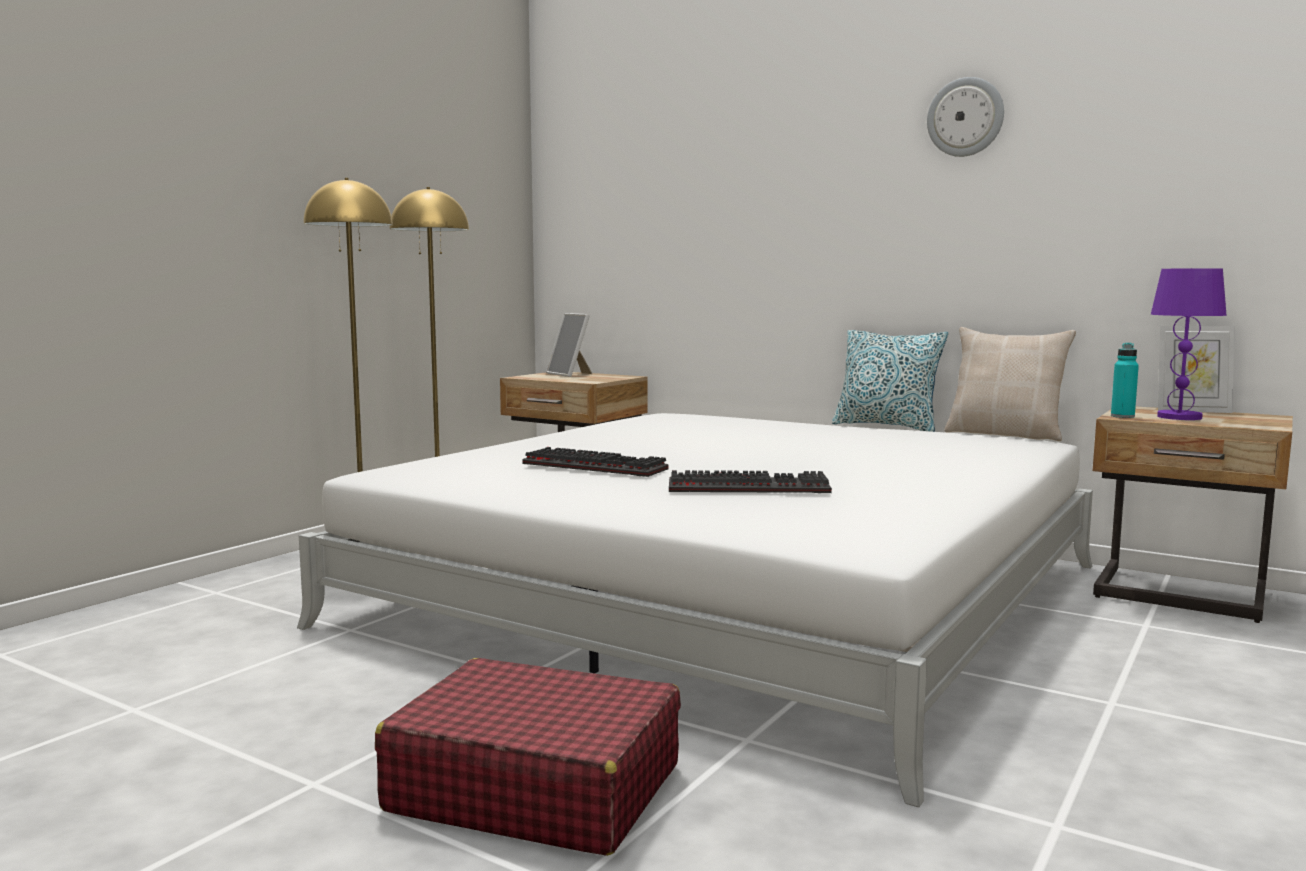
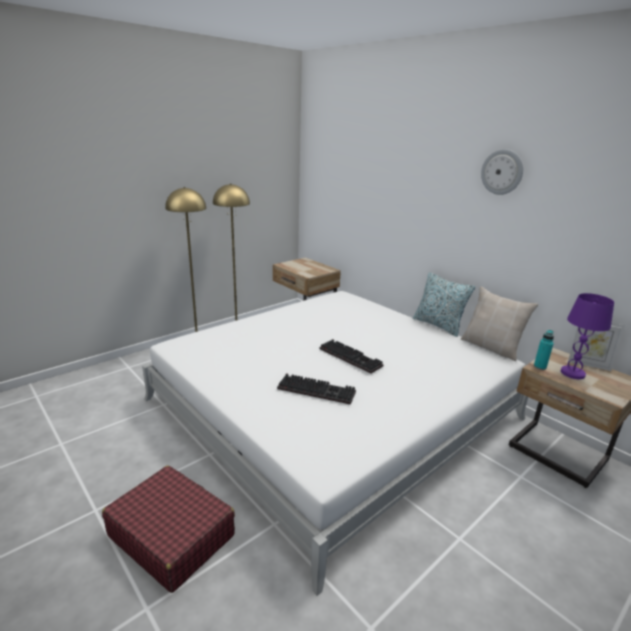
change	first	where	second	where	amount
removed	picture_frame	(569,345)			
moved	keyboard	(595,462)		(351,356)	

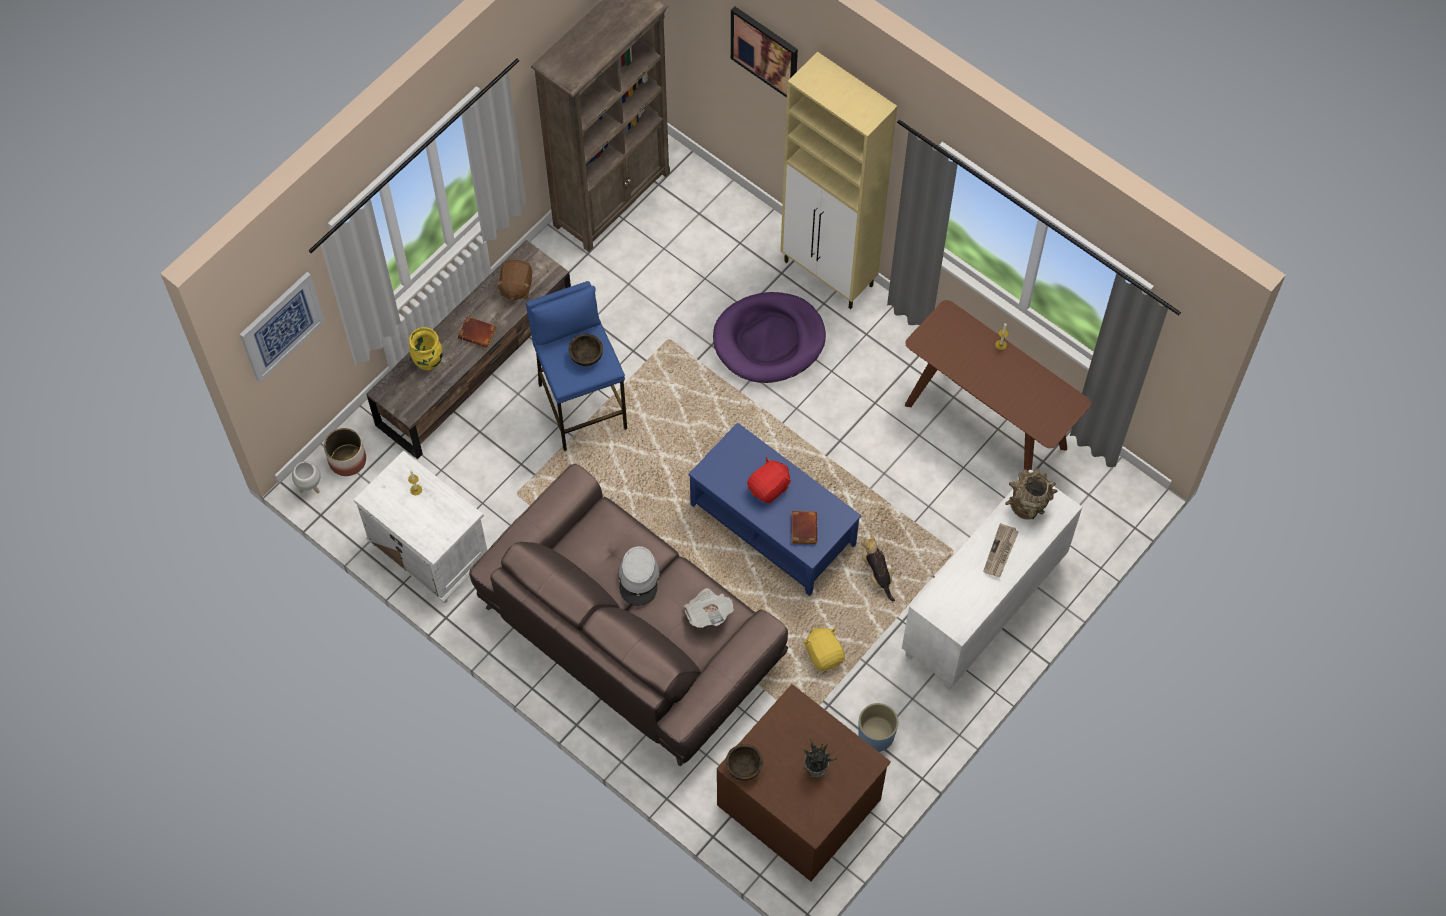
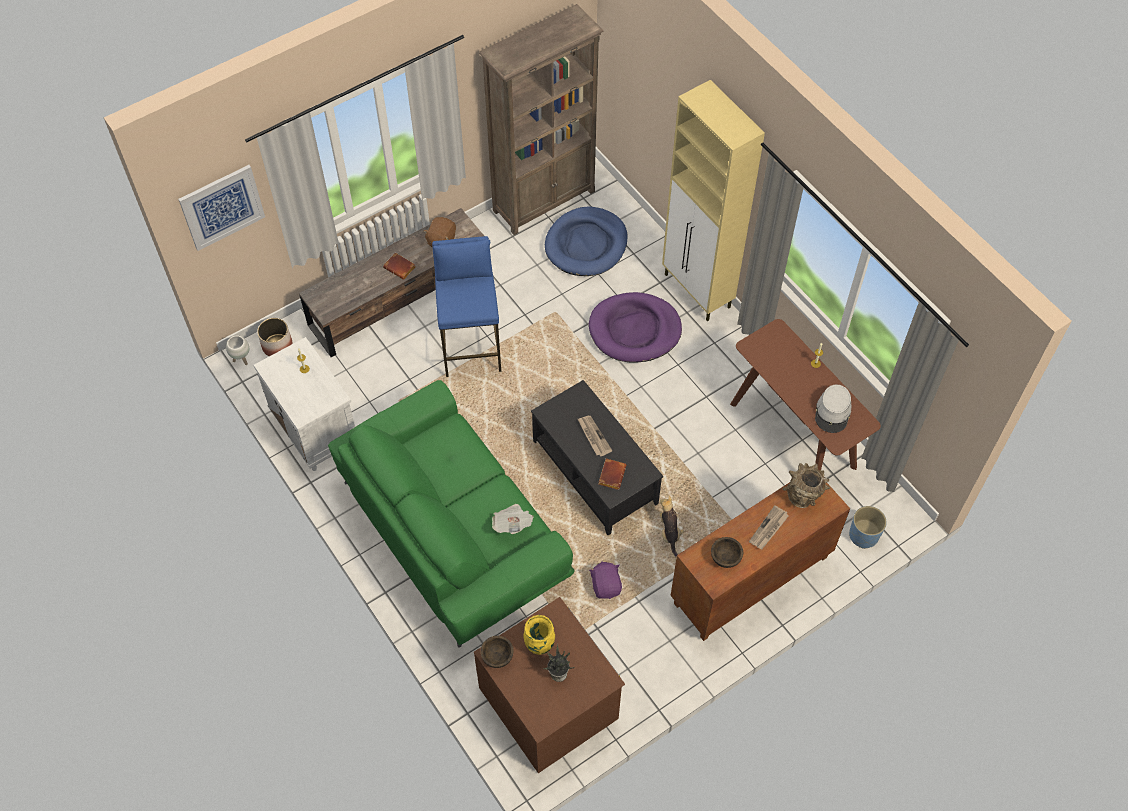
change	first	where	second	where	amount
removed	picture	(764,52)			
moved	yellow_vase	(425,348)		(539,635)	
moved	brown_bowl	(585,350)		(727,552)	
recoloured	blue_coffee_table	(774,509)	black_coffee_table	(597,457)	
replaced	red_plush_toy	(769,480)	newspaper	(595,436)	
recoloured	brown_sofa	(628,615)	green_sofa	(451,514)	
recoloured	white_cabinet	(992,579)	brown_cabinet	(760,561)	
moved	grey_hat	(639,576)		(833,409)	
recoloured	yellow_plush_toy	(824,649)	purple_plush_toy	(605,580)	
moved	blue_planter	(878,727)		(868,527)	
added			blue_dog_bed	(586,241)	

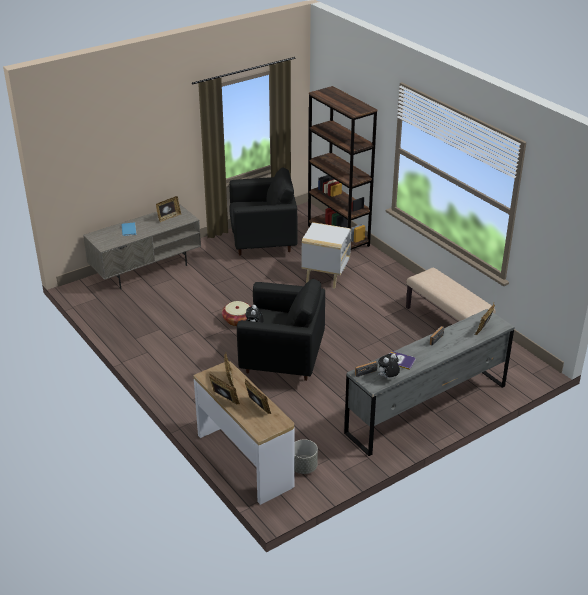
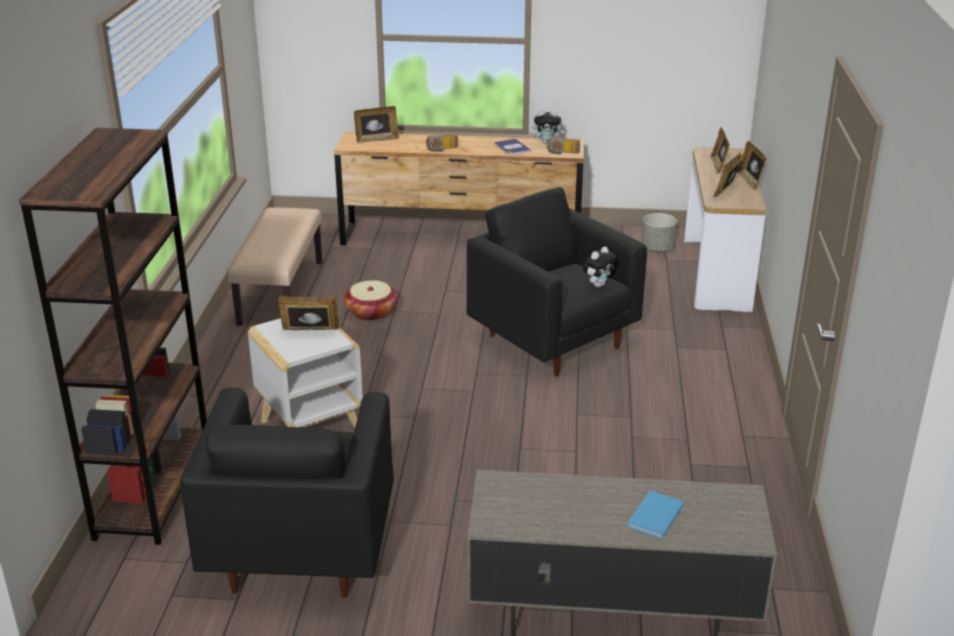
change	first	where	second	where	amount
turned	black_armchair	(263,211)		(287,492)	120 degrees counterclockwise
moved	picture_frame	(168,209)		(308,313)	
moved	basket	(236,313)		(371,300)	
recoloured	grey_dresser	(429,382)	brown_dresser	(459,189)	

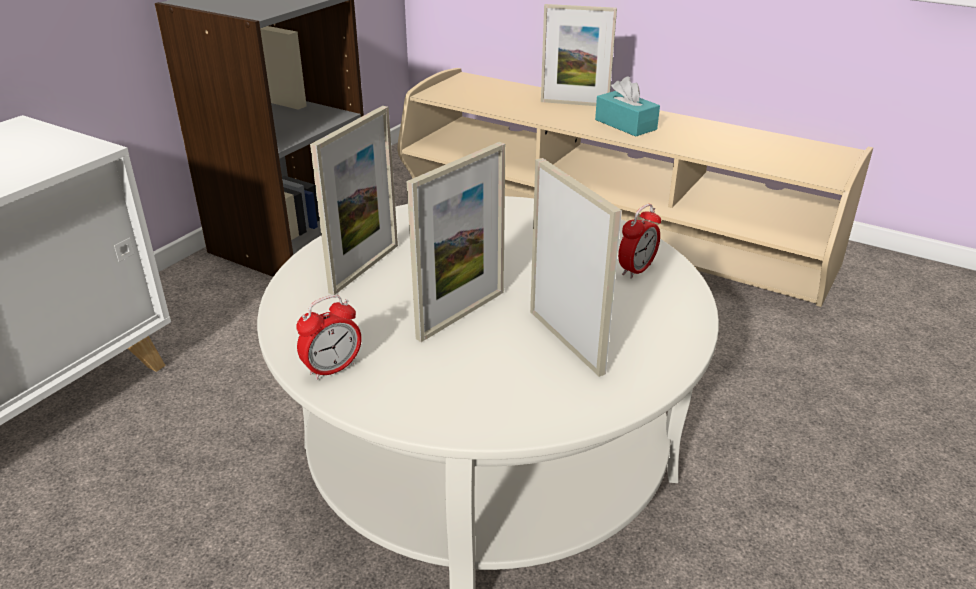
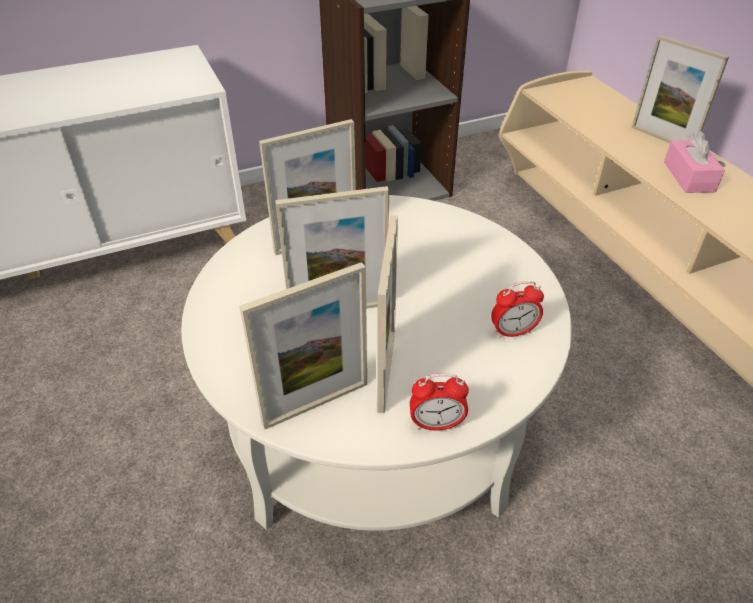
change	first	where	second	where	amount
recoloured	turquoise_tissue_box	(627,106)	pink_tissue_box	(694,162)	
moved	alarm_clock	(329,337)		(439,402)	
added			picture_frame	(303,345)	

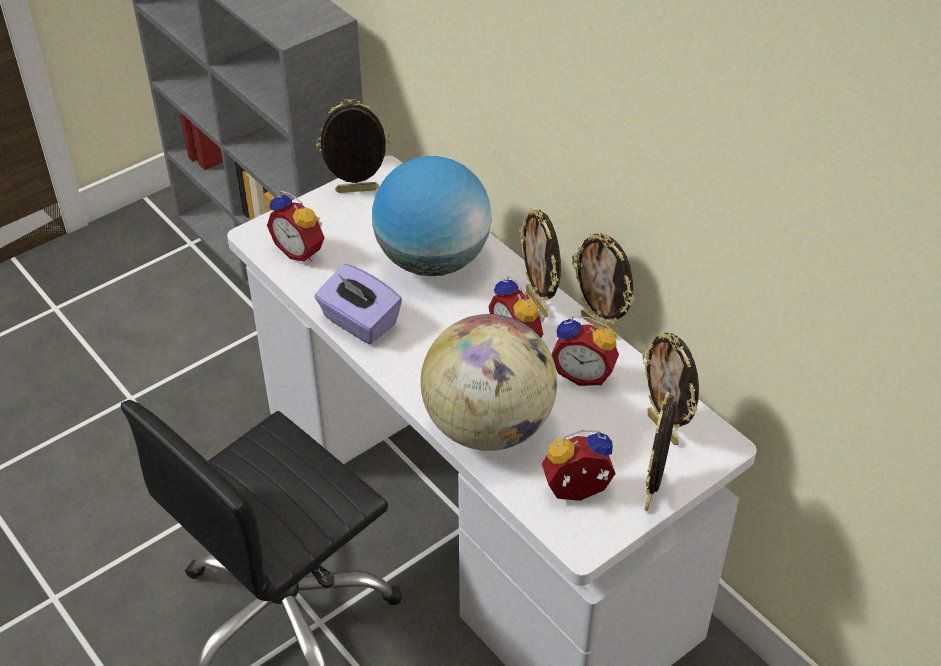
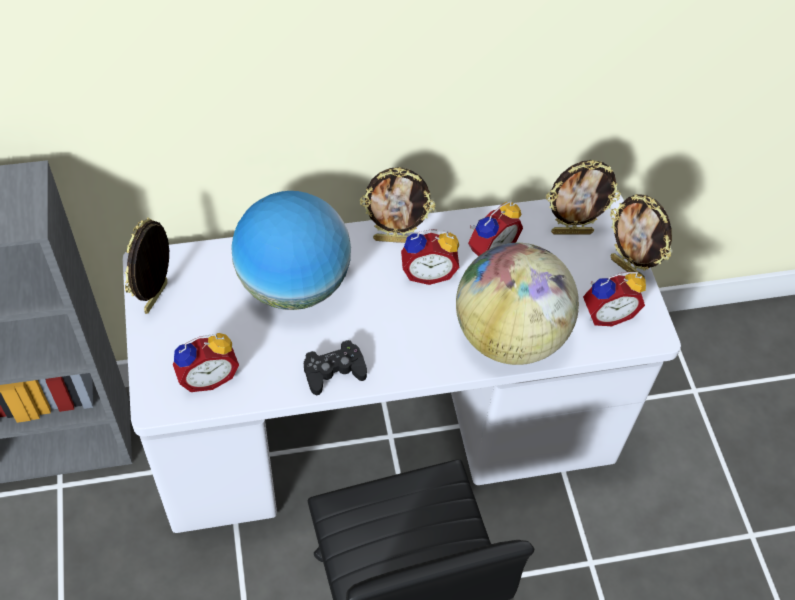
change	first	where	second	where	amount
removed	picture_frame	(603,285)			
replaced	purple_tissue_box	(358,304)	black_game_controller	(335,367)	
turned	alarm_clock	(579,465)		(614,299)	120 degrees counterclockwise

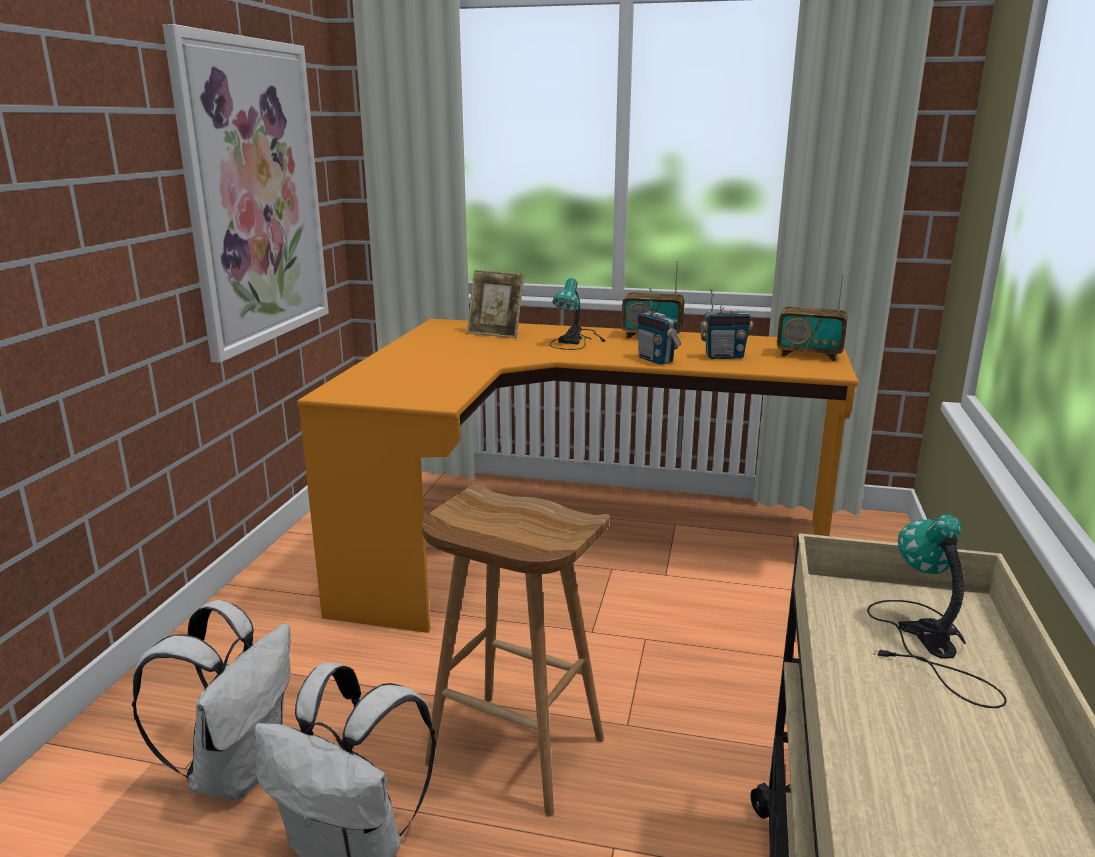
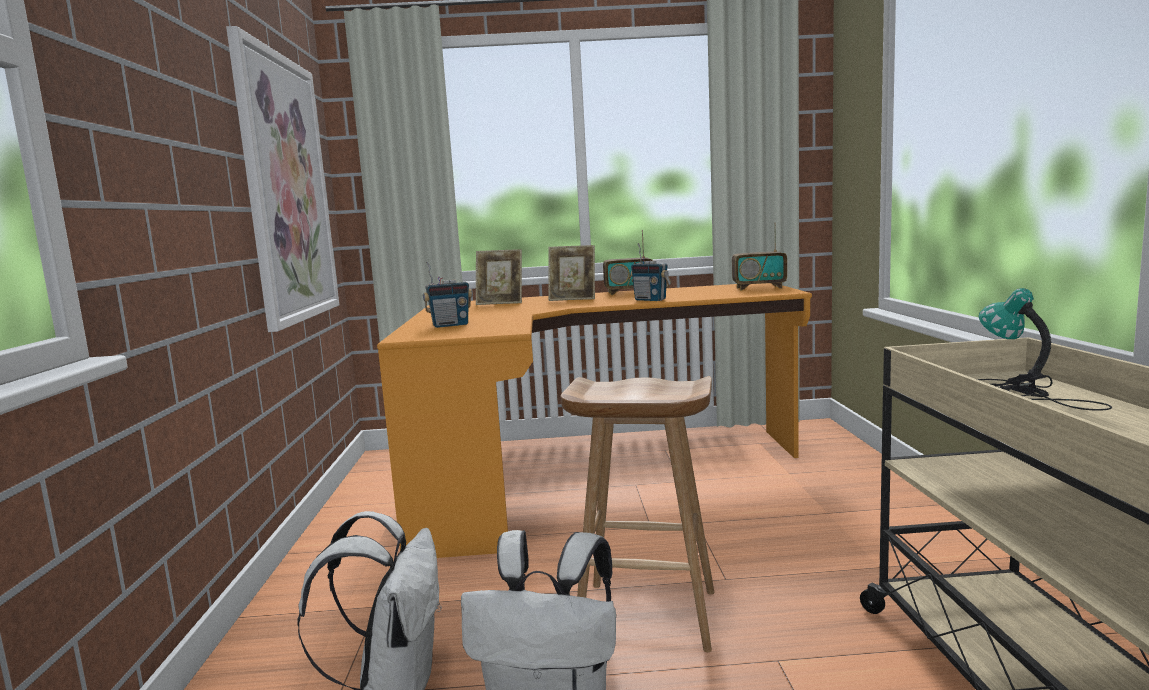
change	first	where	second	where	amount
replaced	table_lamp	(578,314)	picture_frame	(571,273)	
moved	radio	(726,324)		(448,294)	

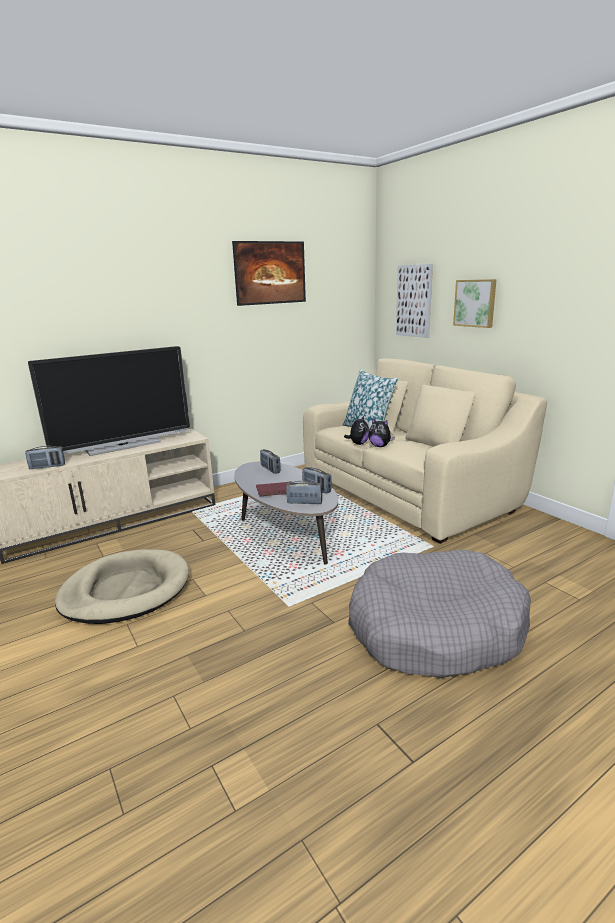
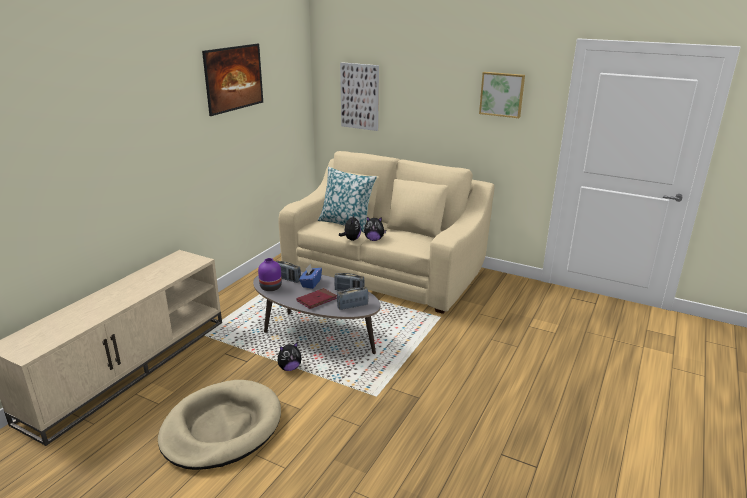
change	first	where	second	where	amount
moved	picture	(475,303)		(502,95)	
removed	television	(109,401)			
removed	radio	(45,457)			
removed	grey_dog_bed	(439,613)			
added			purple_vase	(270,274)	
added			blue_tissue_box	(310,276)	
added			plush_toy	(290,356)	

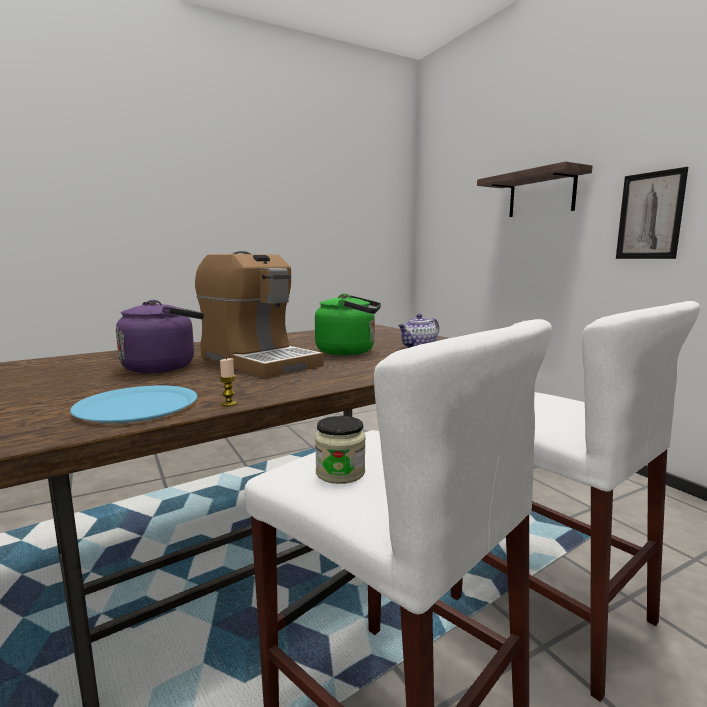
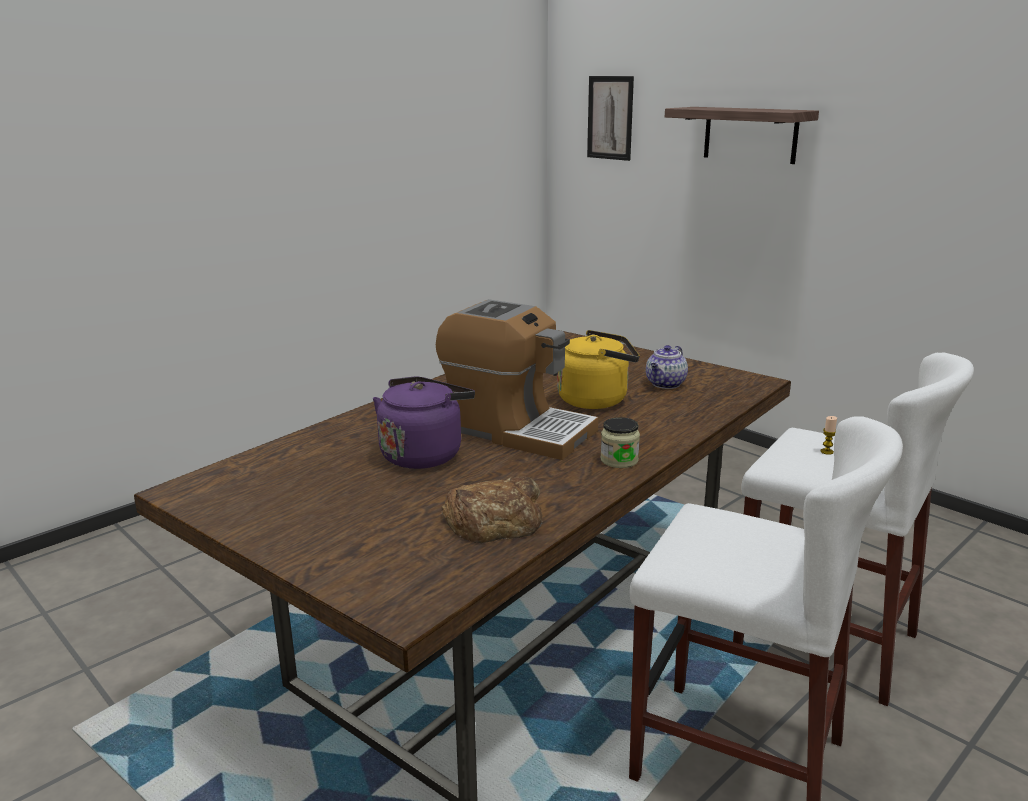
change	first	where	second	where	amount
moved	picture	(652,213)		(610,118)	
recoloured	green_kettle	(348,324)	yellow_kettle	(598,369)	
moved	candle	(228,382)		(828,435)	
replaced	blue_plate	(133,404)	bread	(492,509)	
moved	jar	(340,450)		(620,442)	

